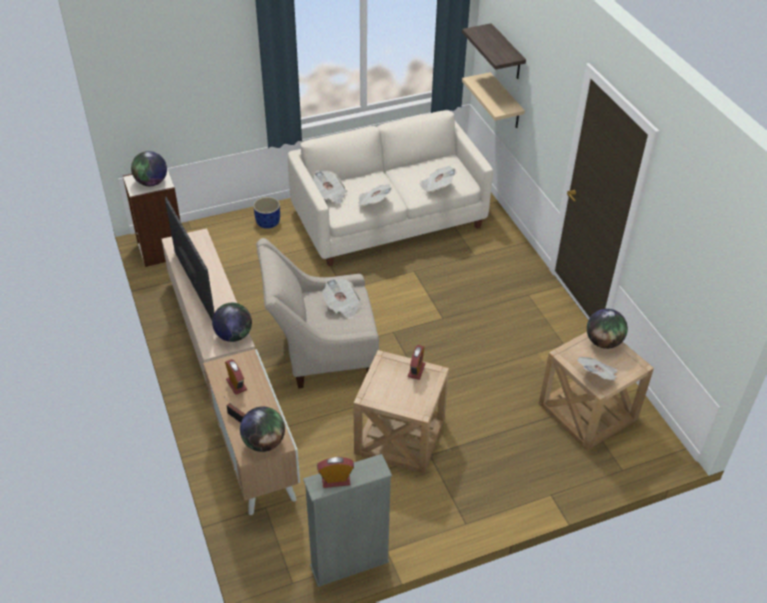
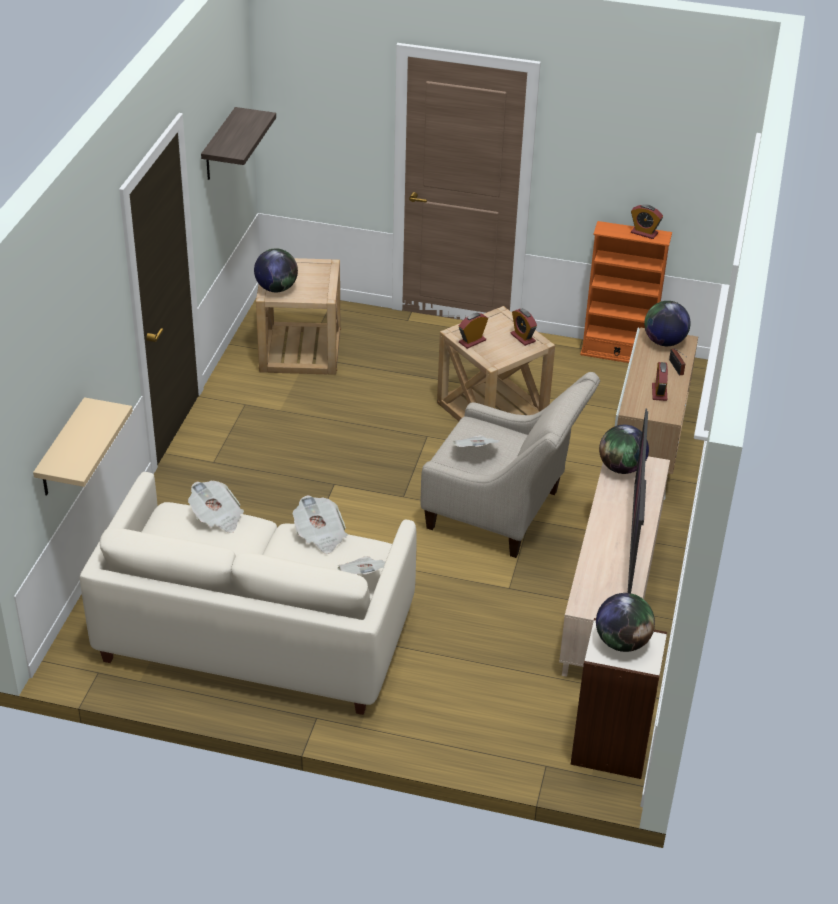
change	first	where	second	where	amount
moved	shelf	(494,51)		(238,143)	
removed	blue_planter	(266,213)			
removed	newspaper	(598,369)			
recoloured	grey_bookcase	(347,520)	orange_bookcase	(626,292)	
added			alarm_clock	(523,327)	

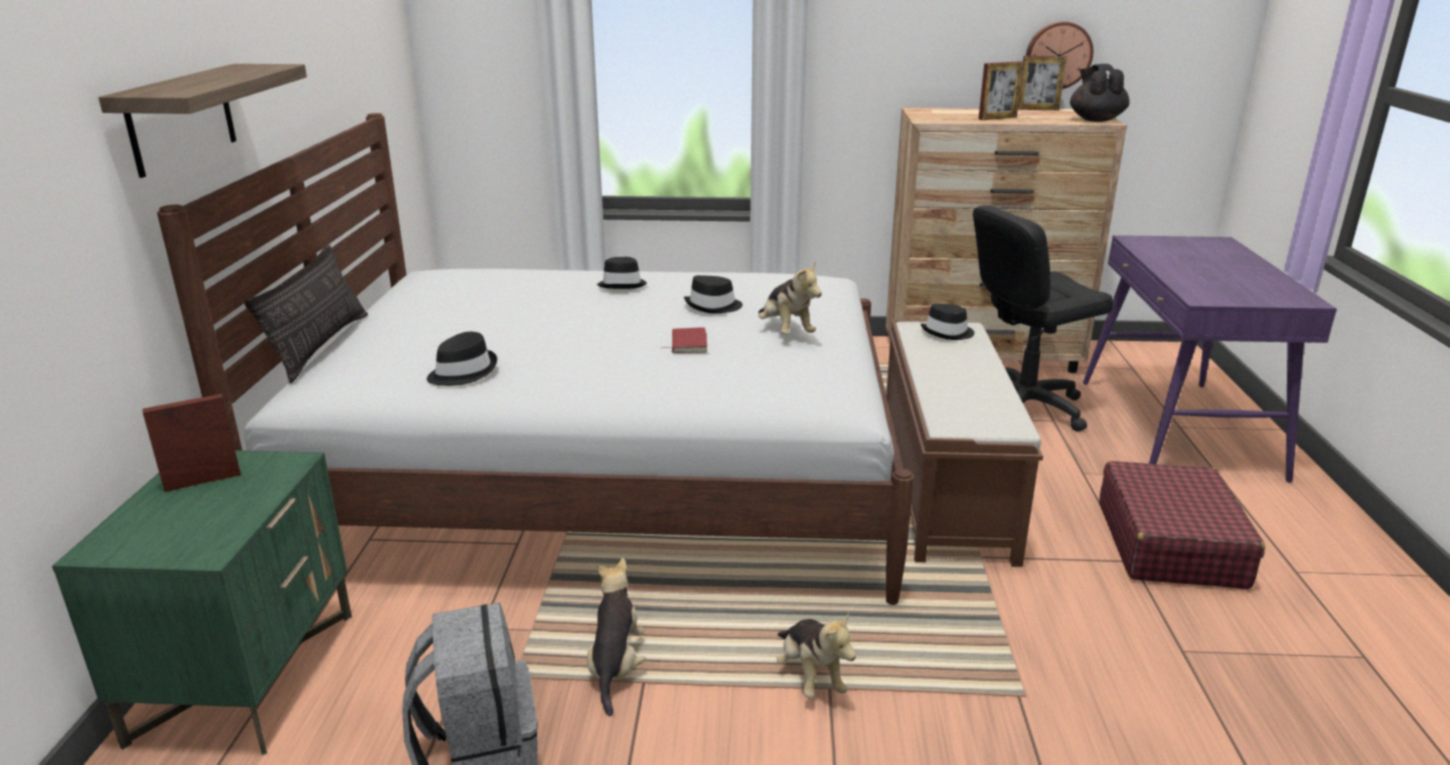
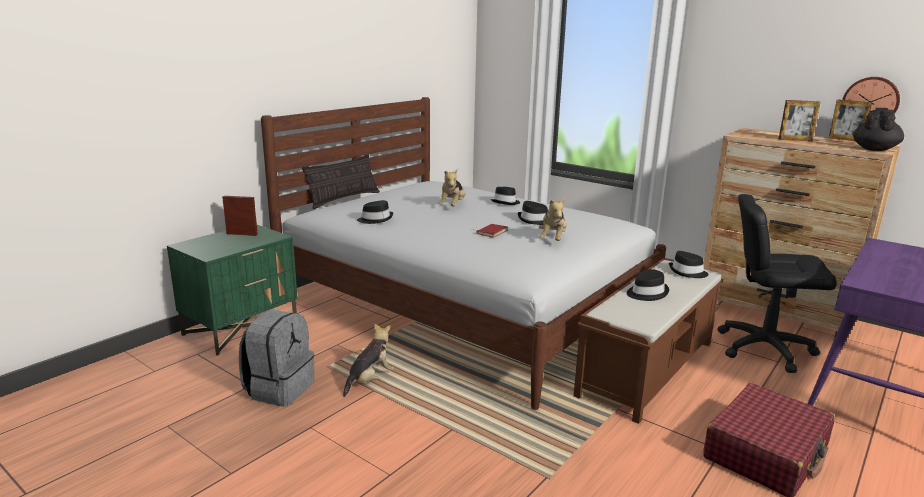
change	first	where	second	where	amount
removed	shelf	(202,121)			
moved	plush_toy	(816,655)		(451,187)	
added			black_hat	(648,285)	

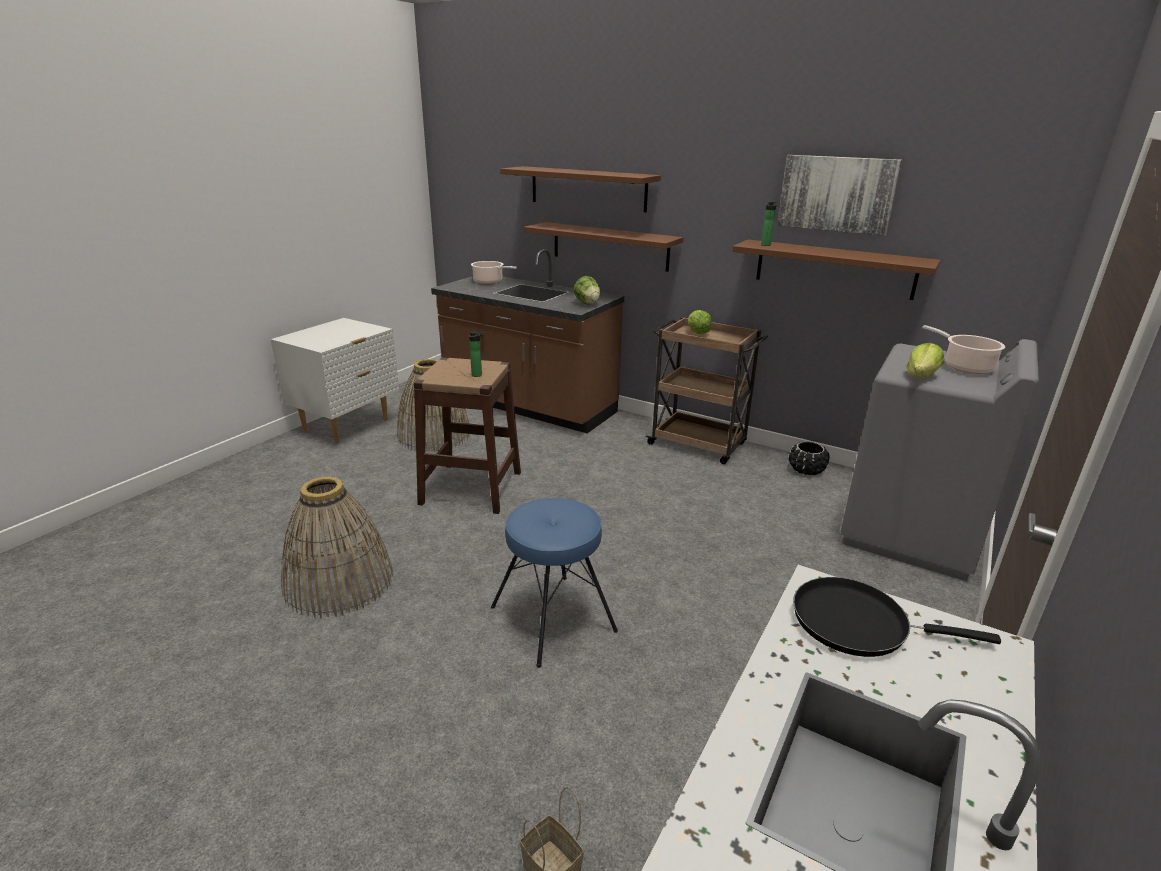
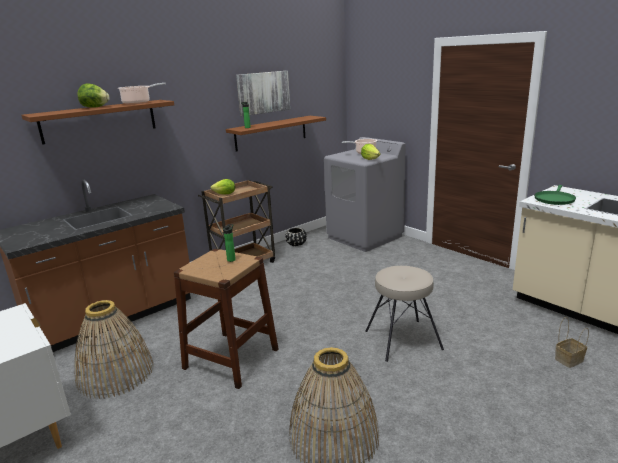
change	first	where	second	where	amount
removed	brown_shelf	(603,247)			
moved	cooking_pot	(494,272)		(142,94)	
moved	lettuce	(587,290)		(94,95)	
recoloured	blue_stool	(554,583)	beige_stool	(405,314)	
recoloured	black_frying_pan	(897,617)	green_frying_pan	(555,195)	

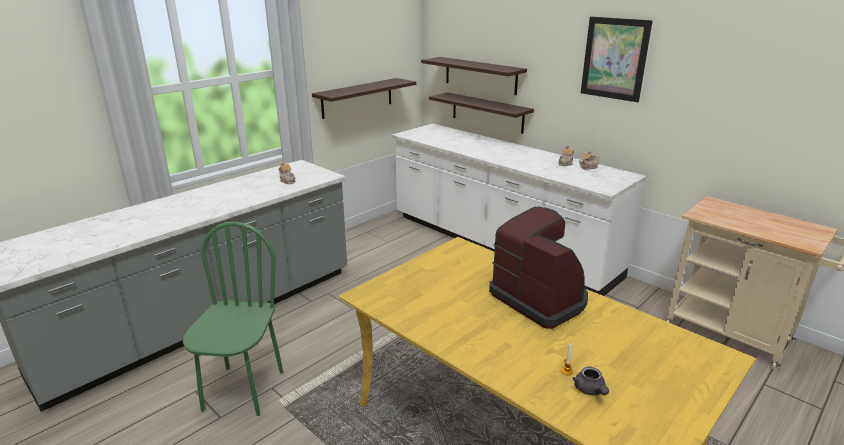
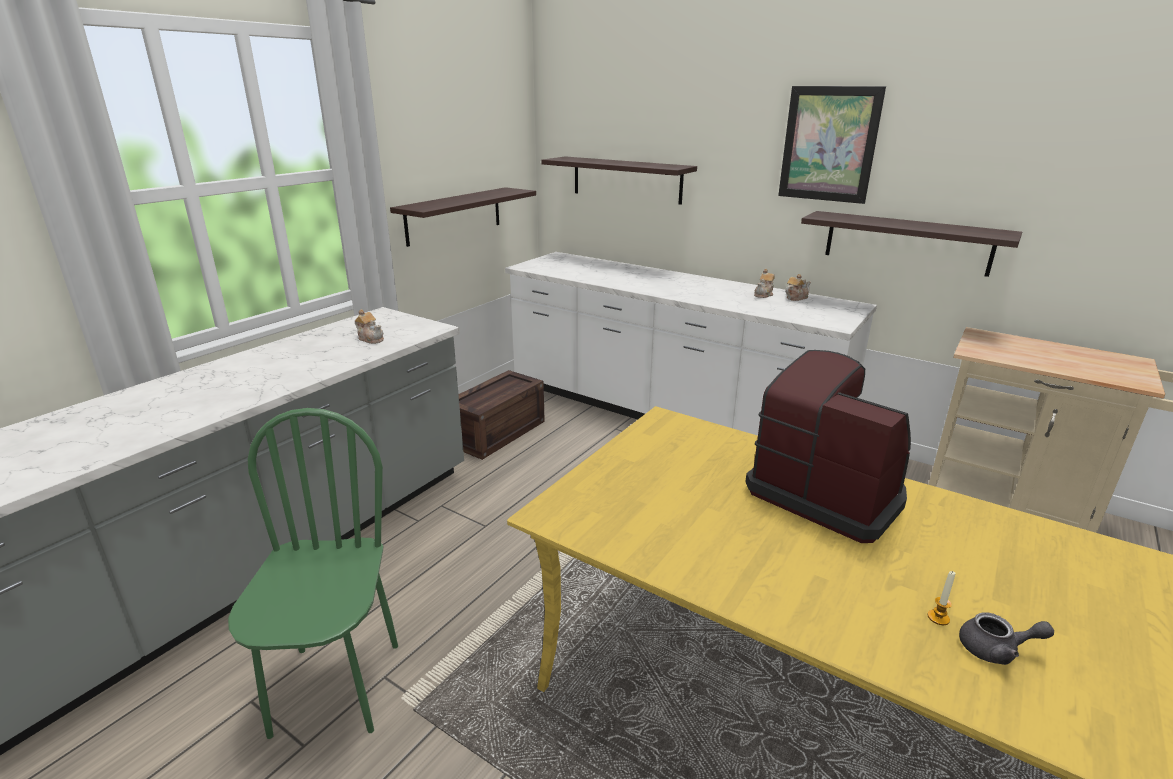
change	first	where	second	where	amount
moved	shelf	(481,113)		(911,244)	
turned	grey_teapot	(591,381)		(1006,638)	60 degrees counterclockwise
added			crate	(502,415)	

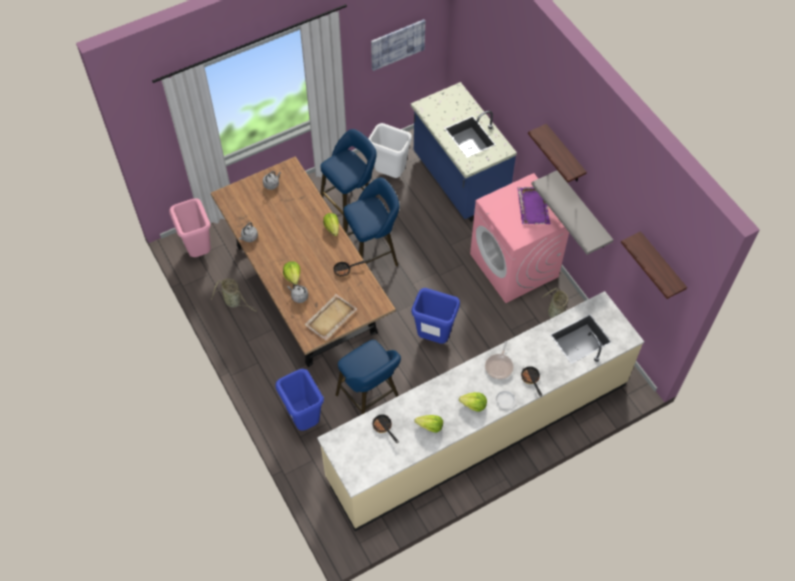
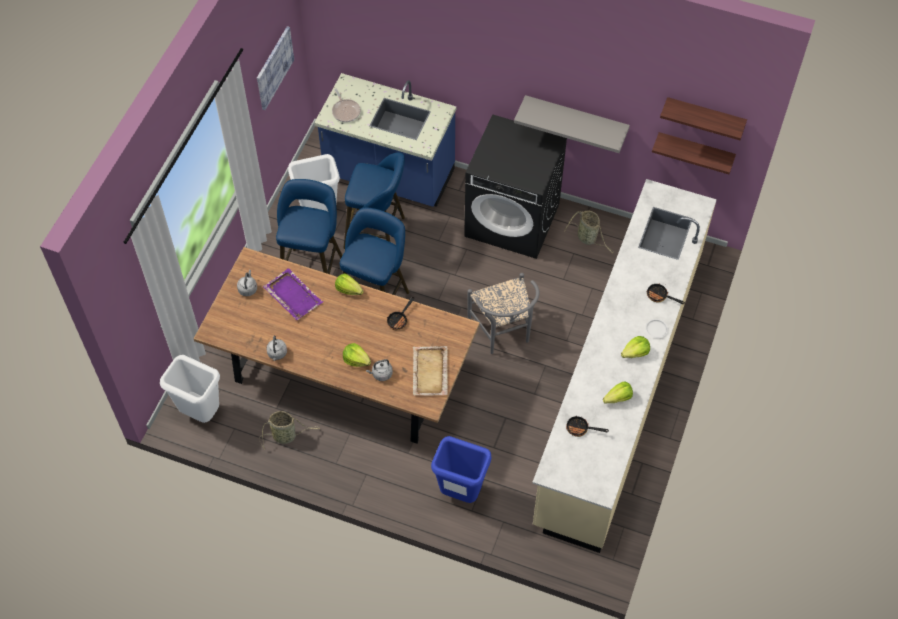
change	first	where	second	where	amount
moved	shelf	(557,153)		(694,153)	
recoloured	pink_washing_machine	(519,238)	black_washing_machine	(515,186)	
moved	purple_tray	(534,205)		(293,294)	
recoloured	pink_trash_can	(190,227)	white_trash_can	(190,389)	
replaced	blue_trash_can	(435,316)	grey_chair	(503,313)	
moved	blue_stool	(368,377)		(374,200)	
moved	frying_pan	(499,360)		(346,105)	

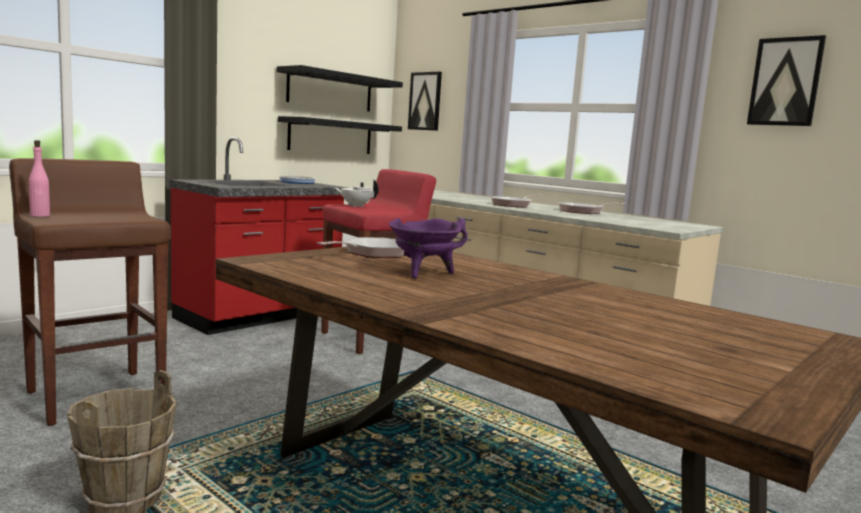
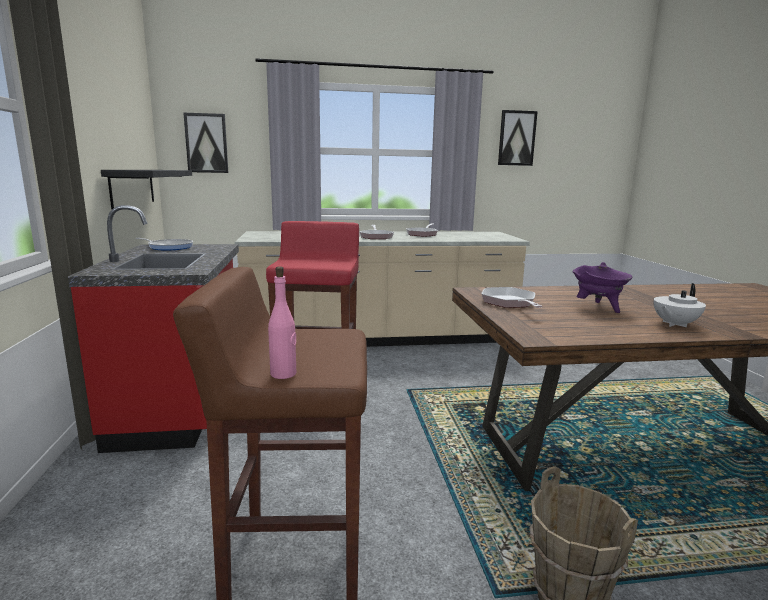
change	first	where	second	where	amount
removed	black_shelf	(340,88)			
moved	white_teapot	(357,193)		(679,305)	

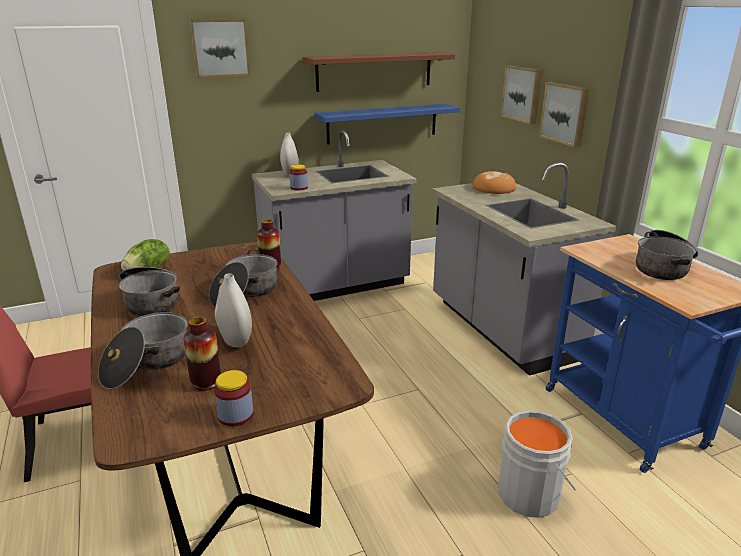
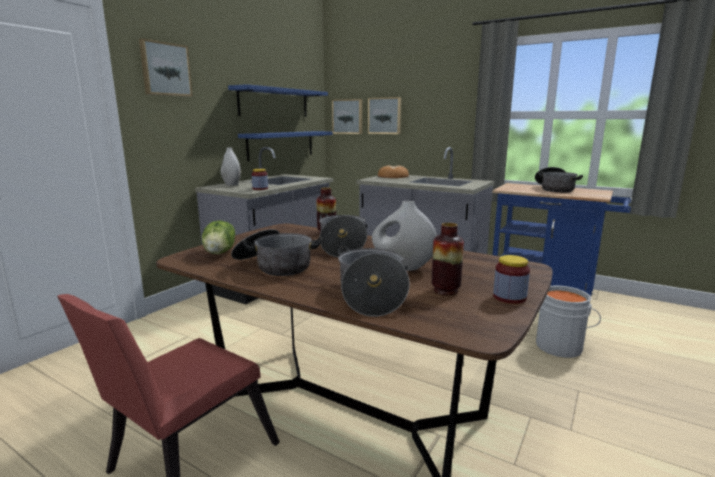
change	first	where	second	where	amount
recoloured	brown_shelf	(379,72)	blue_shelf	(278,100)	
moved	picture	(564,114)		(347,116)	

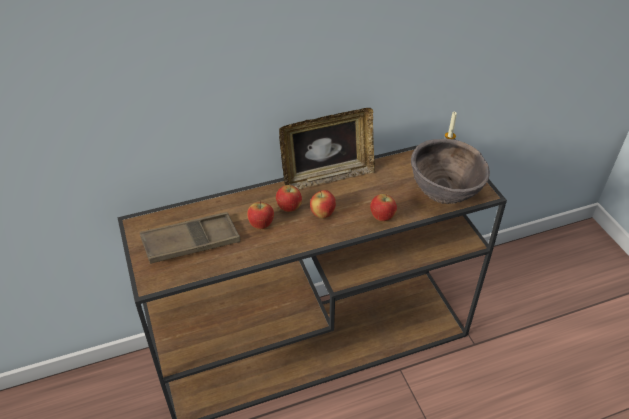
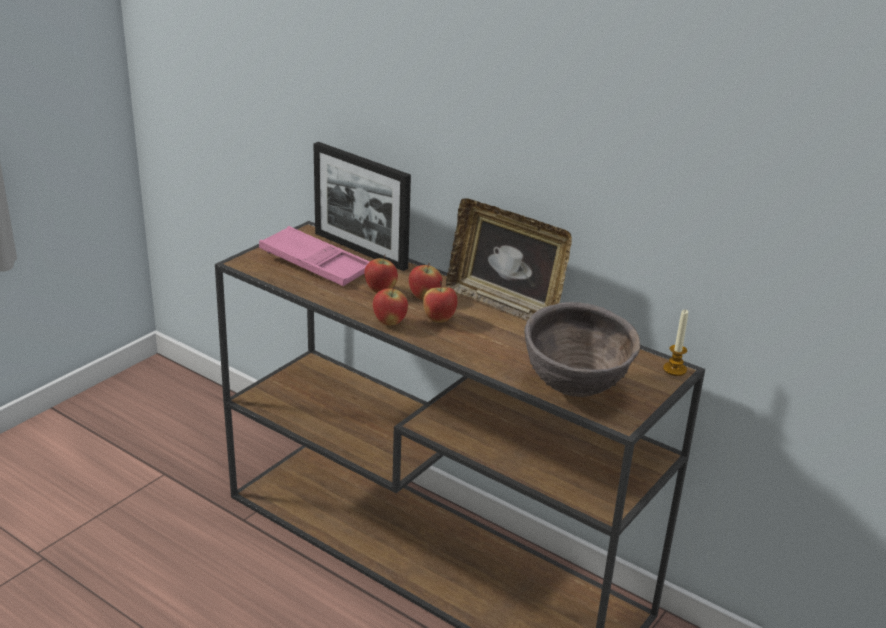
change	first	where	second	where	amount
moved	apple	(383,207)		(390,306)	
recoloured	brown_tray	(190,238)	pink_tray	(314,256)	
added			picture_frame	(362,206)	

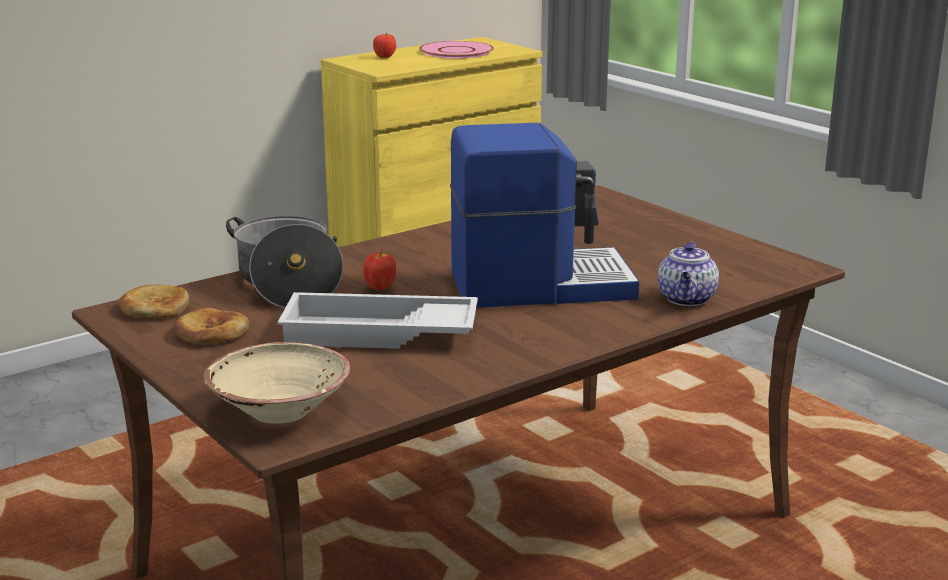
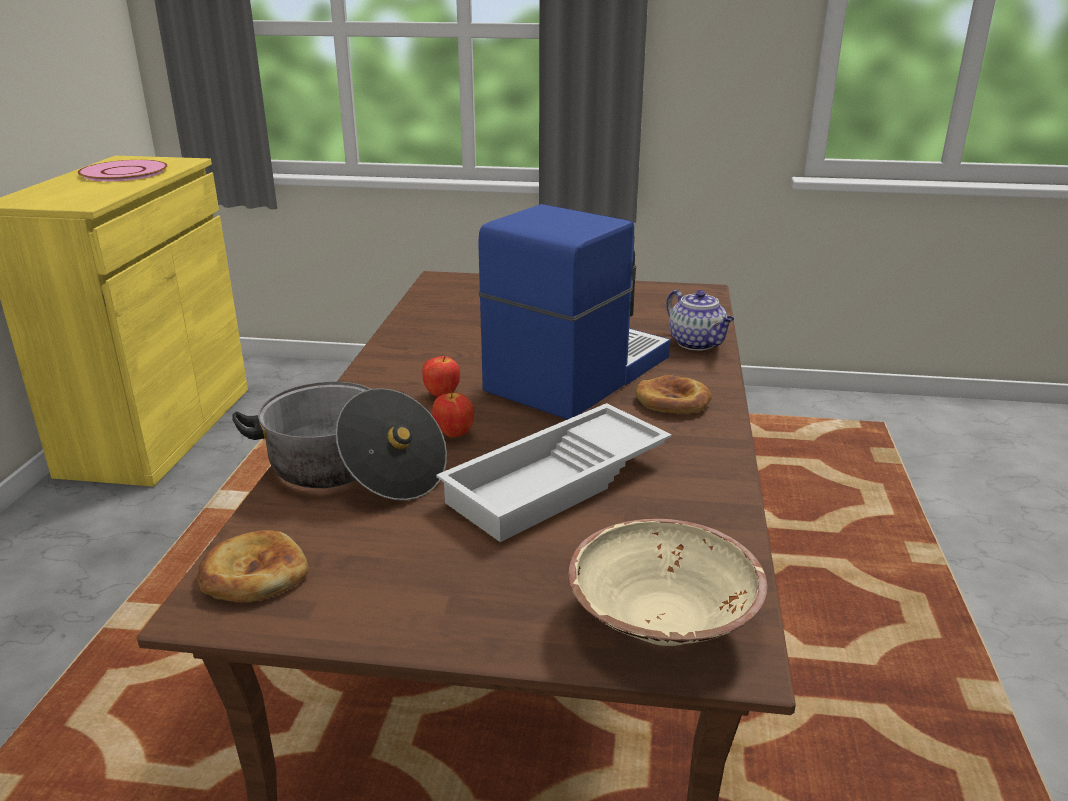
change	first	where	second	where	amount
moved	apple	(384,45)		(441,376)	
moved	bread	(211,326)		(674,394)	

